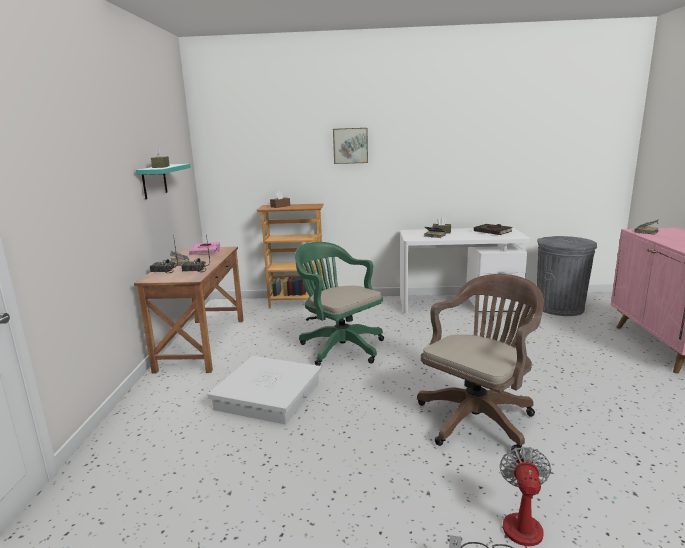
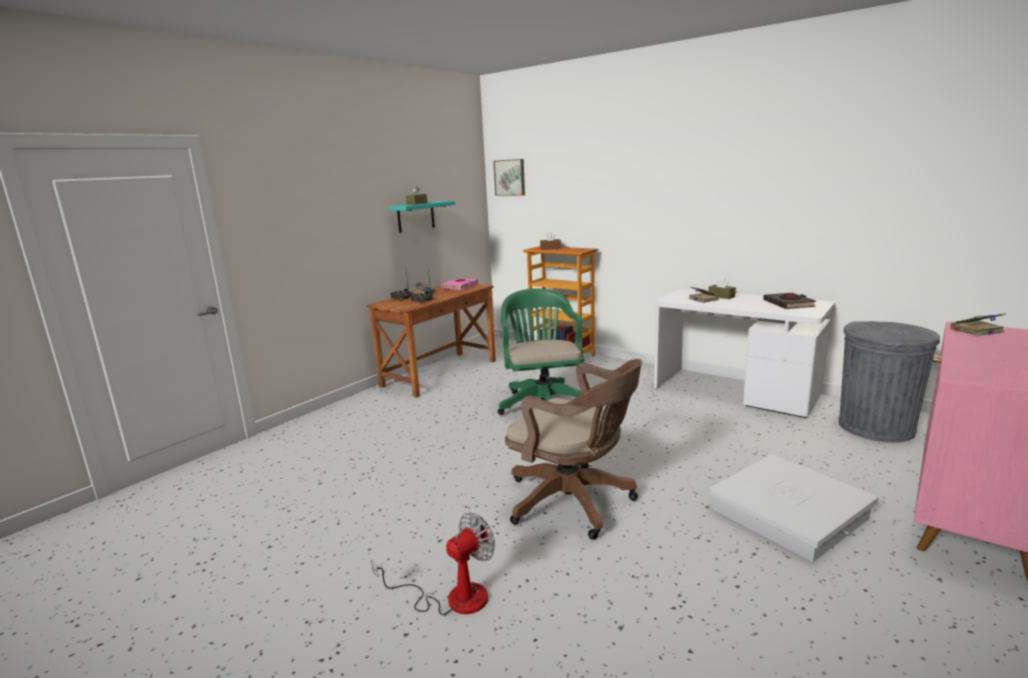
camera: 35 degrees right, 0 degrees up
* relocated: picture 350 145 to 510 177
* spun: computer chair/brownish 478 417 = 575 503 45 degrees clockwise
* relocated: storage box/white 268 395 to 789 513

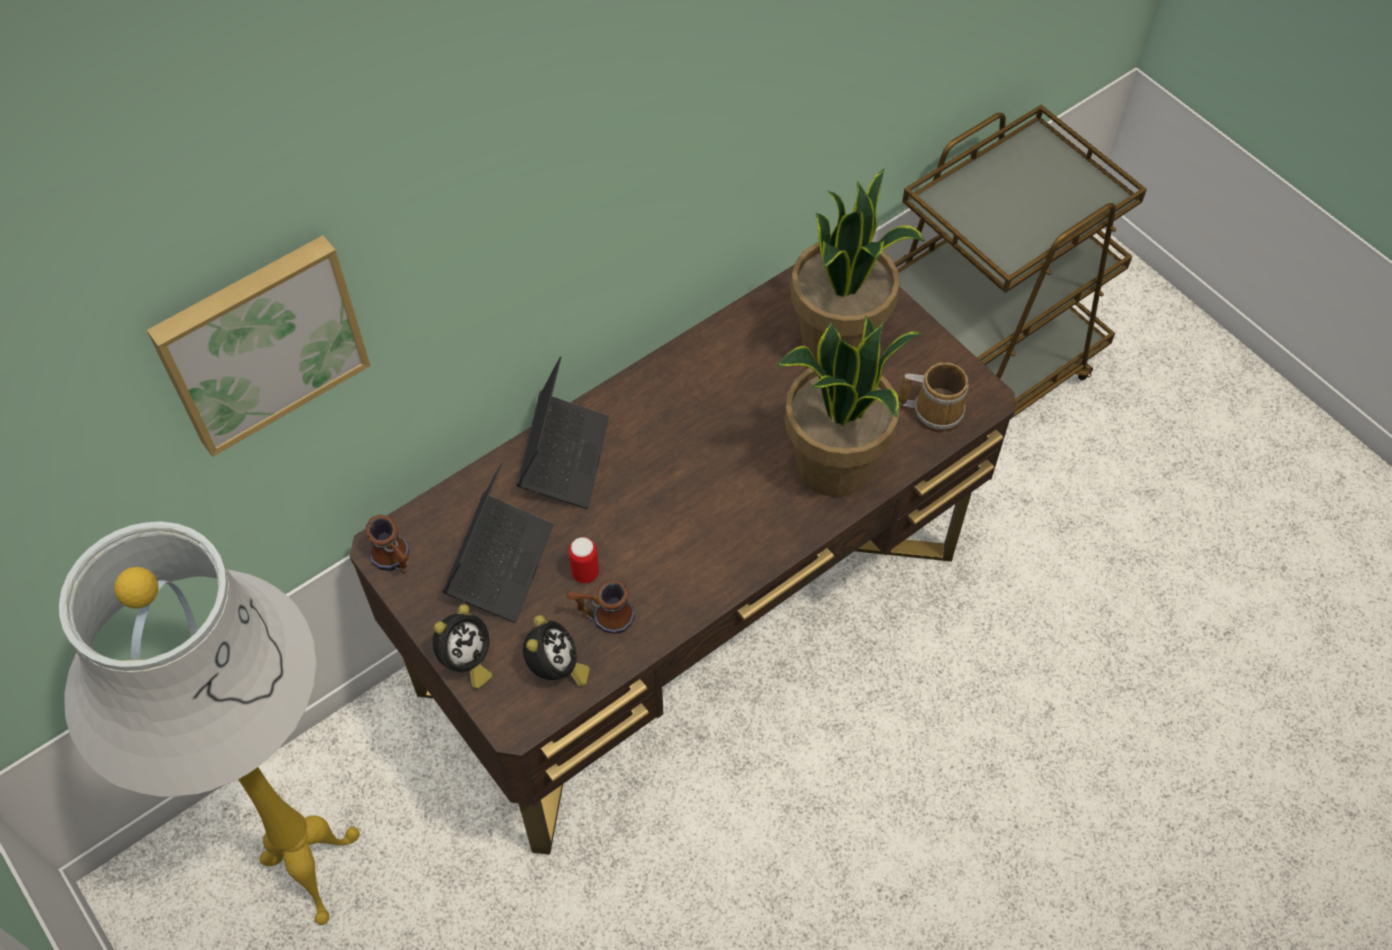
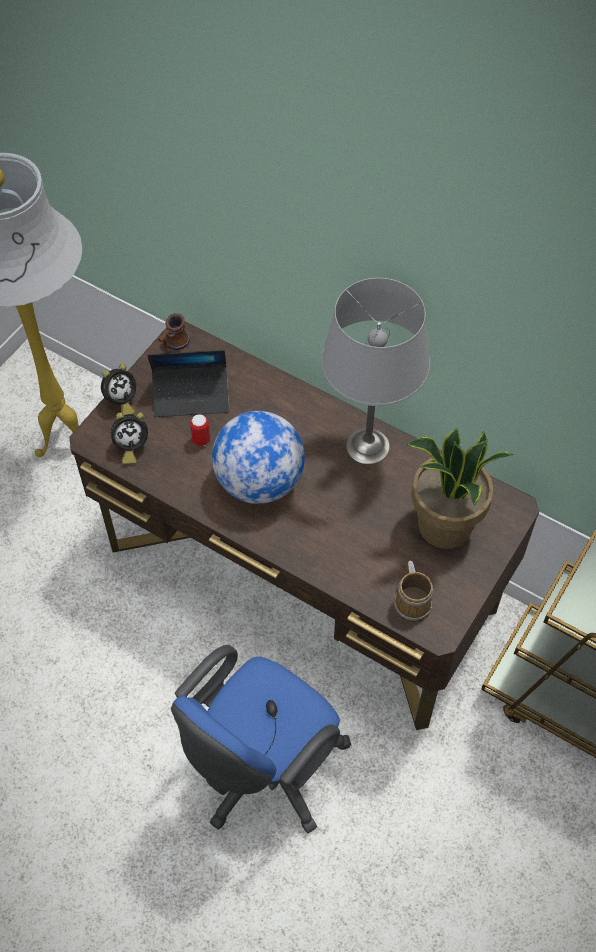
camera: 70 degrees right, 0 degrees up
* spun: alarm clock 466 661 = 121 402 60 degrees counterclockwise
* appeared: computer chair/bluish 262 770
* appeared: world globe 259 482
* appeared: tabletop lamp/greyish 367 447
* missing: picture 260 341
* missing: portable computer 564 457
* missing: tea mug 602 617
* missing: plant in a pot 834 467

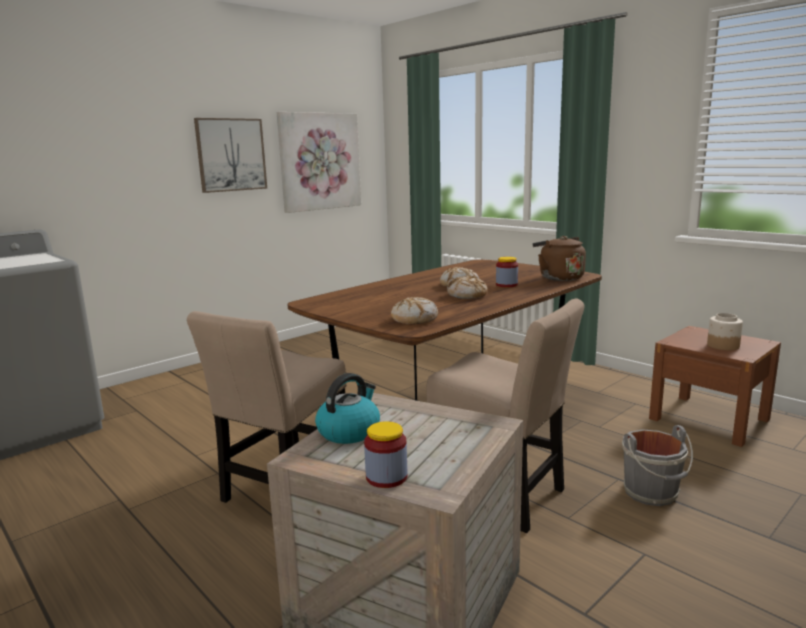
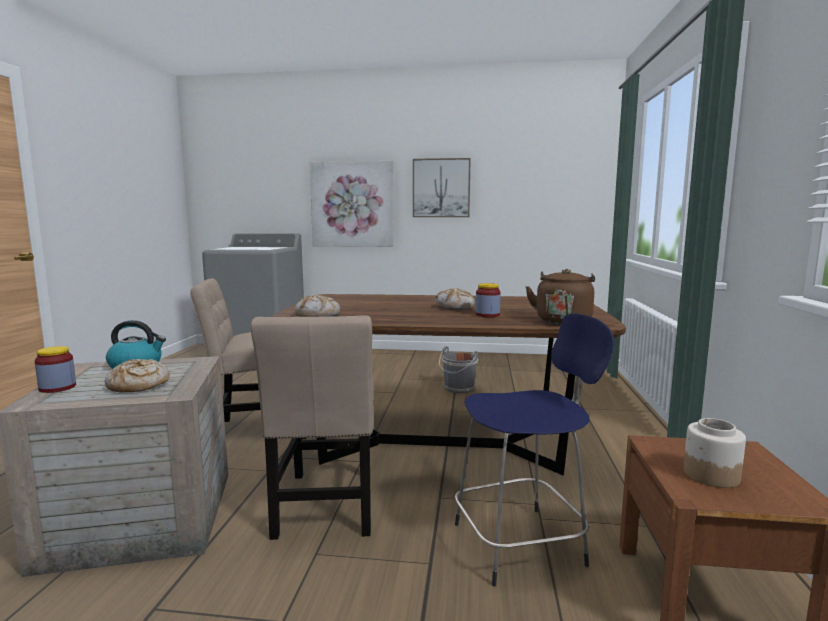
camera: 50 degrees right, 5 degrees down
* relocated: baked bread 467 295 to 138 385
* relocated: picture 320 161 to 352 204
* relocated: bucket/greyish 652 493 to 458 388
* appeared: sitting stool/bluish 522 543

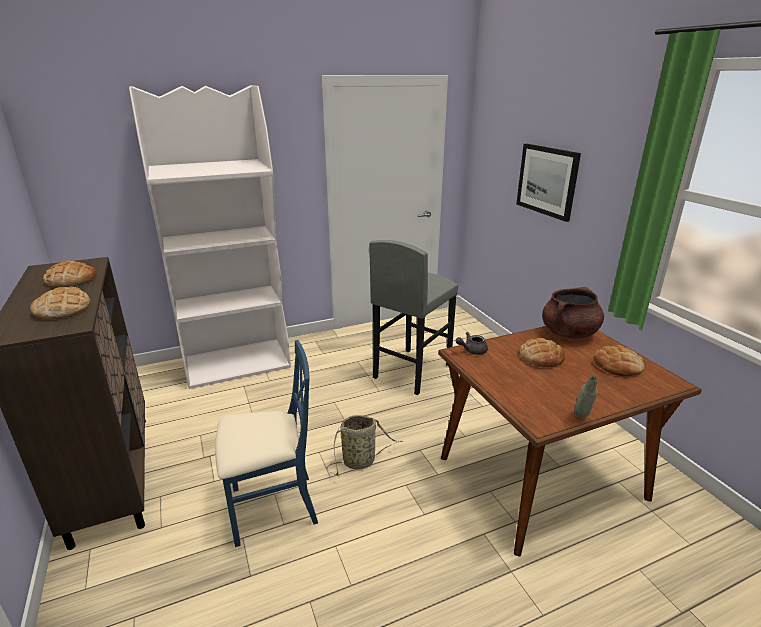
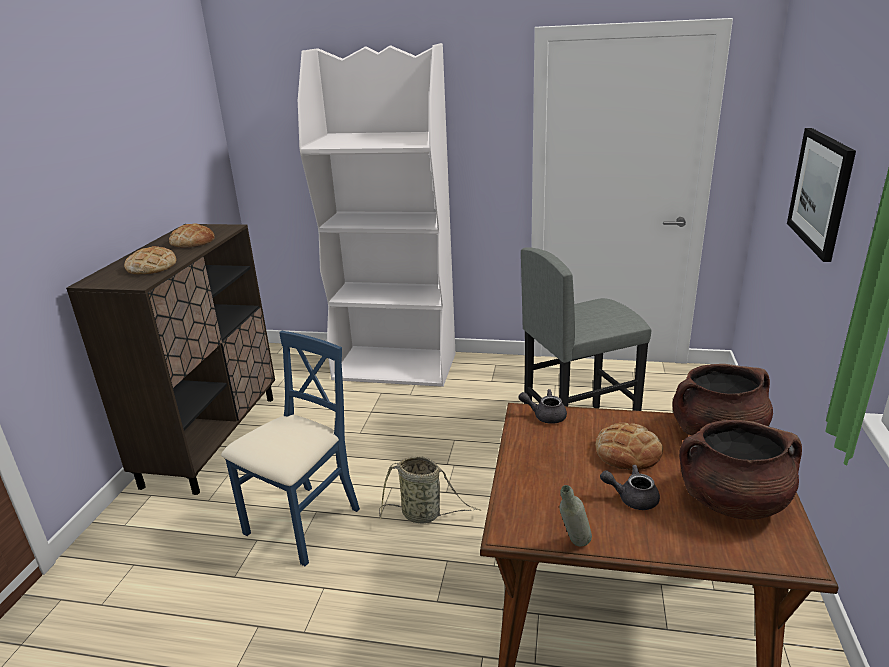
camera: 35 degrees right, 0 degrees up
* spun: plain chair/bluish 272 507 = 303 523 75 degrees counterclockwise
* appeared: tea pot/greyish 632 498
* exchanged: baked bread 617 365 to cooking pot/brownish 732 501

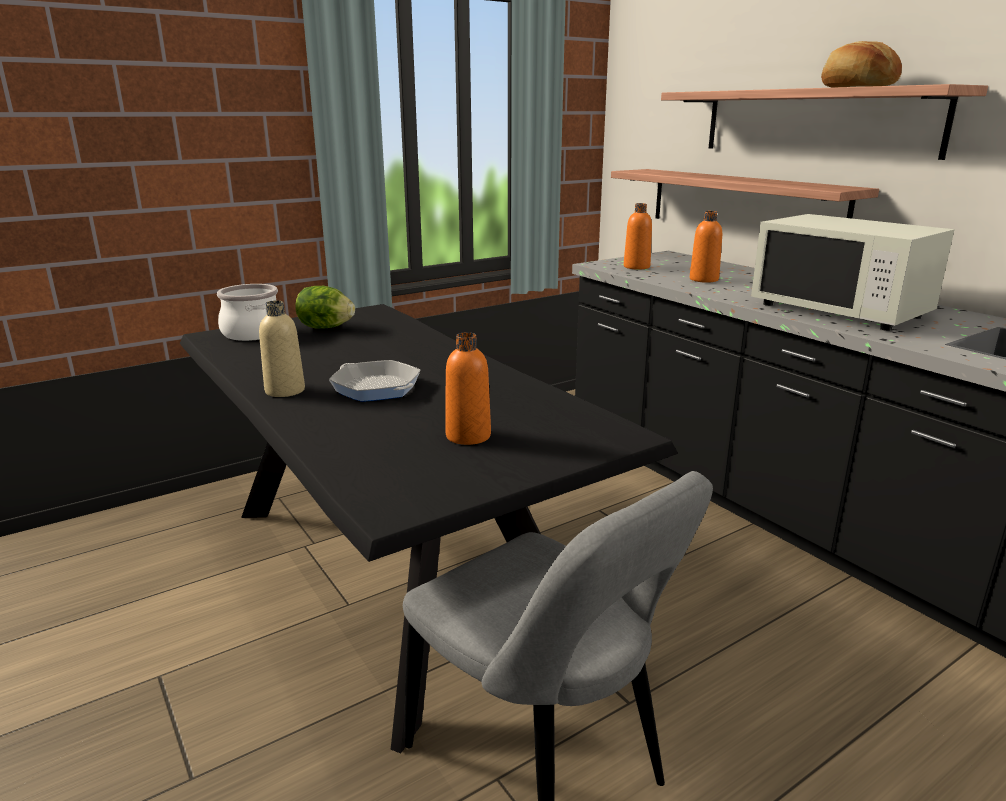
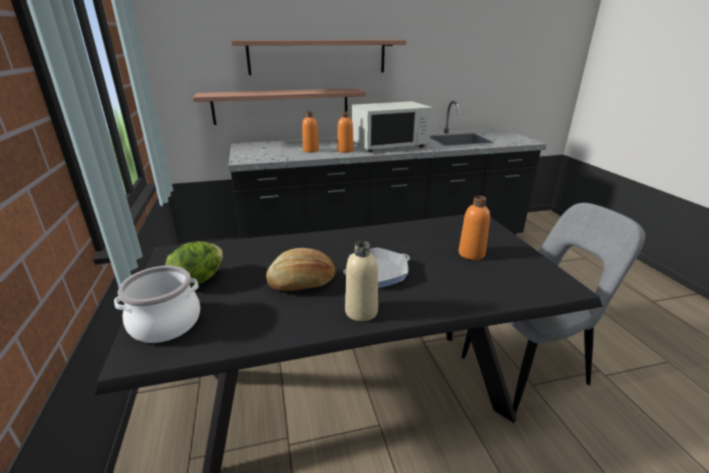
camera: 70 degrees left, 5 degrees up
* relocated: baked bread 857 87 to 302 283
* relocated: beverage bottle/orangey 636 267 to 345 150

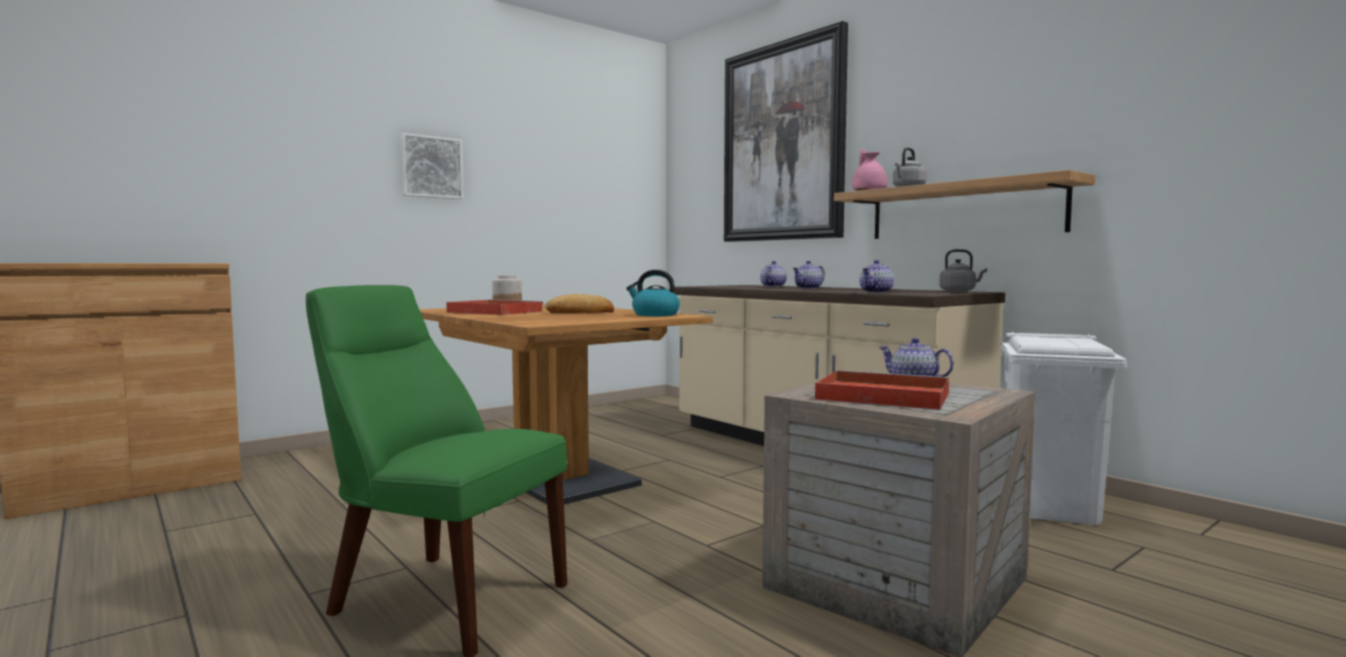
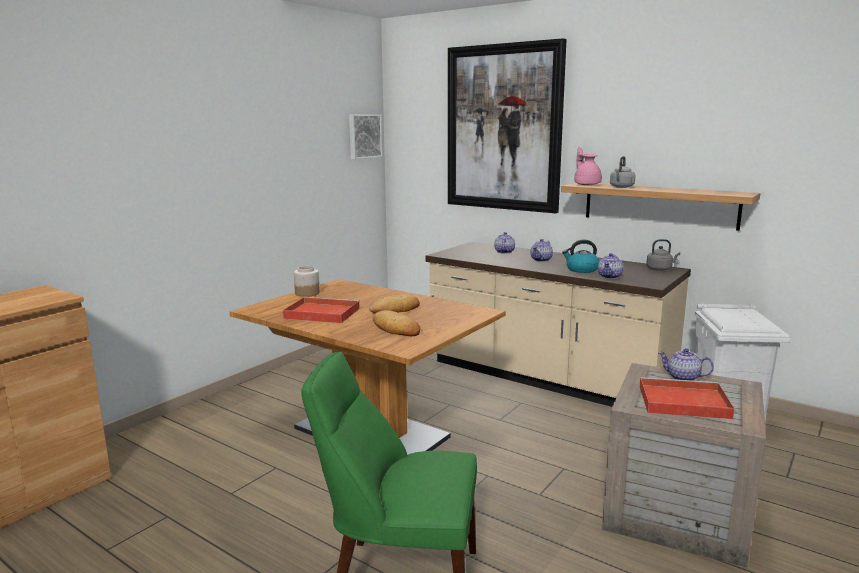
camera: 15 degrees left, 10 degrees up
* relocated: picture 431 167 to 364 136
* appeared: baked bread 395 328
* relocated: tea kettle 654 315 to 581 270

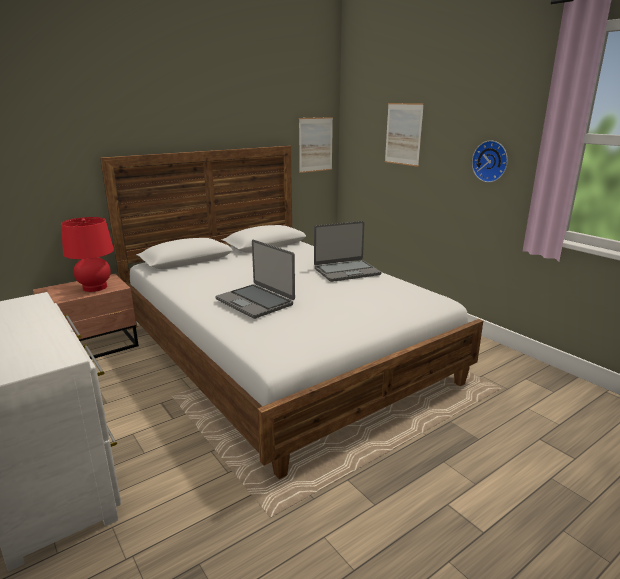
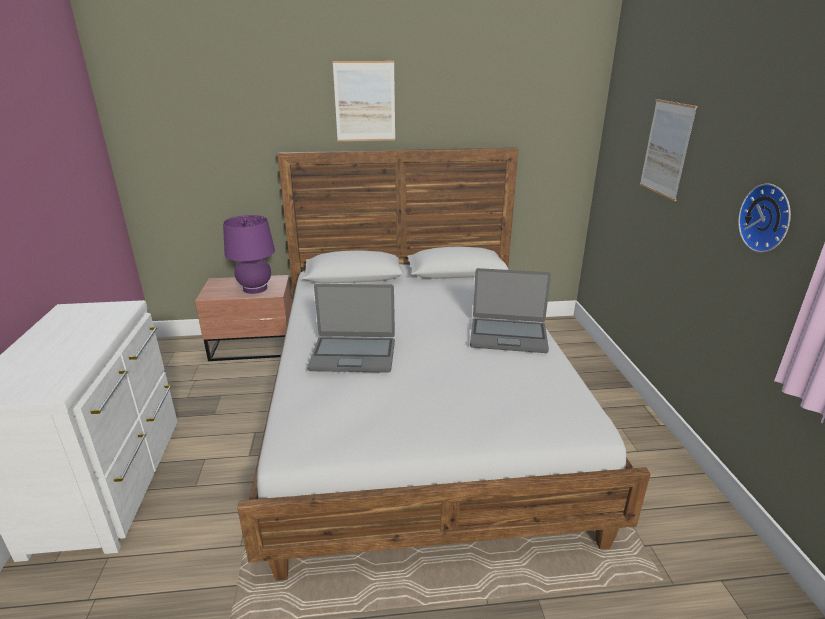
camera: 30 degrees right, 5 degrees up
* colour: tabletop lamp/red 95 287 to tabletop lamp/purplish 255 288
* spun: portable computer 255 302 = 353 355 75 degrees counterclockwise
* relocated: picture 315 144 to 365 102

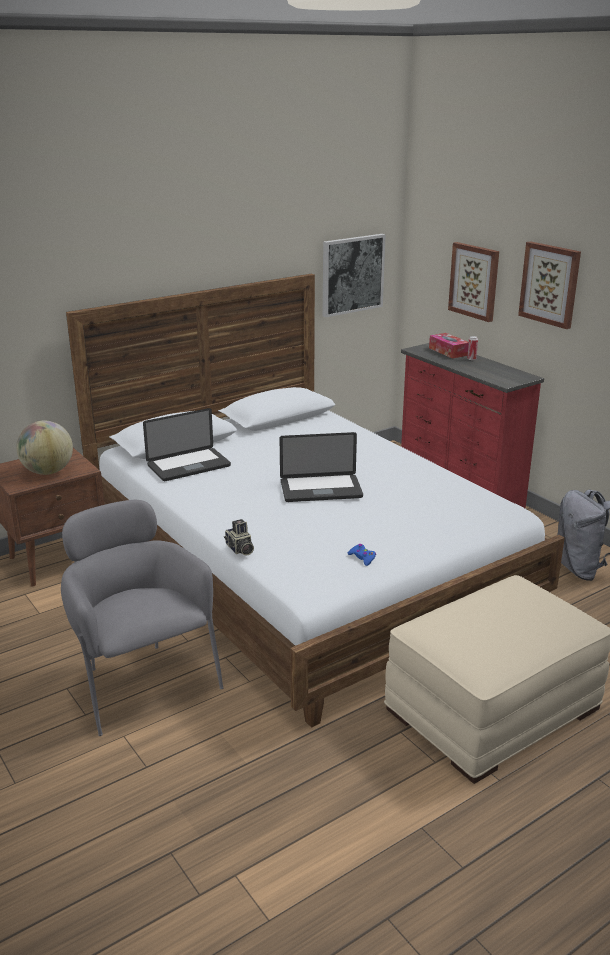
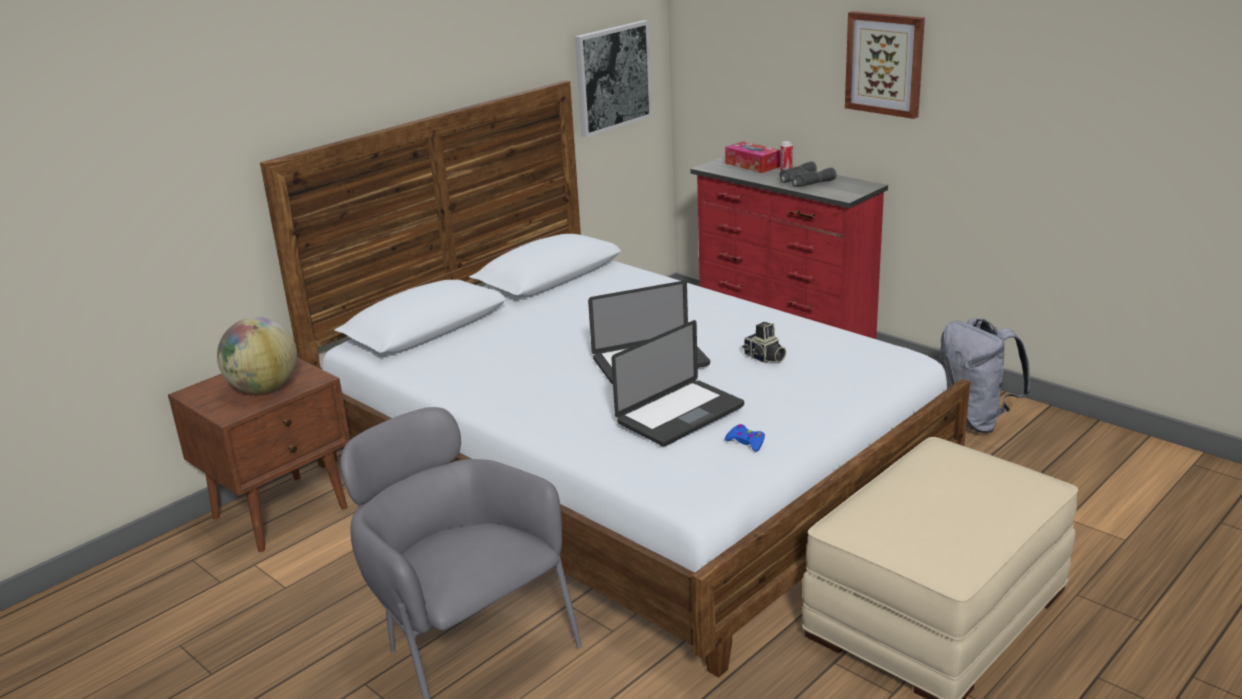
camera: 10 degrees left, 0 degrees up
* relocated: portable computer 189 466 to 680 415
* relocated: photo camera 239 549 to 764 358
* appeared: pair of binoculars/greyish 804 181
* missing: picture 474 281

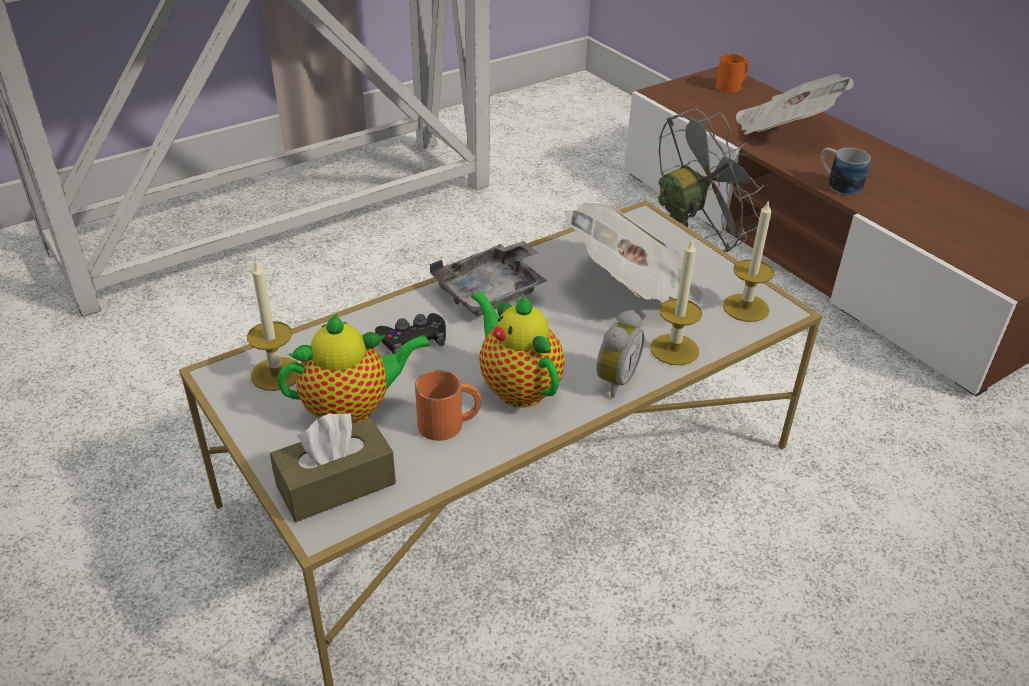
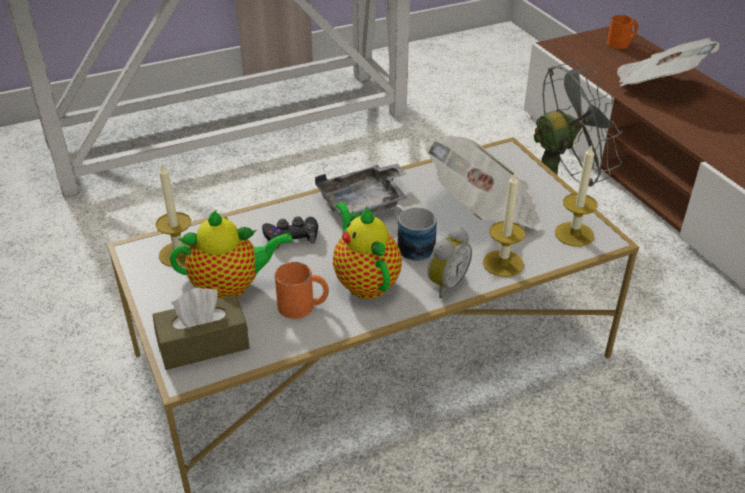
camera: 10 degrees right, 0 degrees up
* relocated: tea mug 837 184 to 410 245

